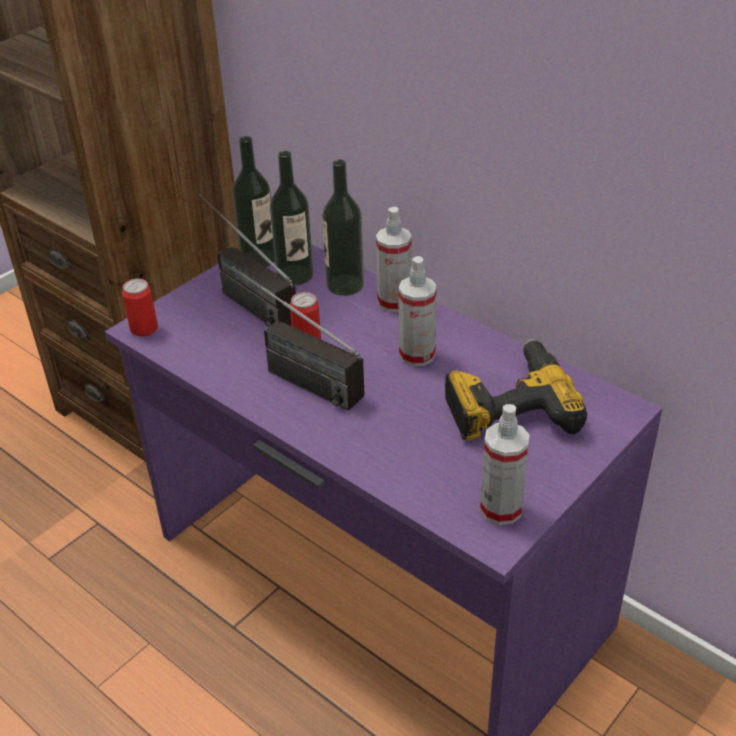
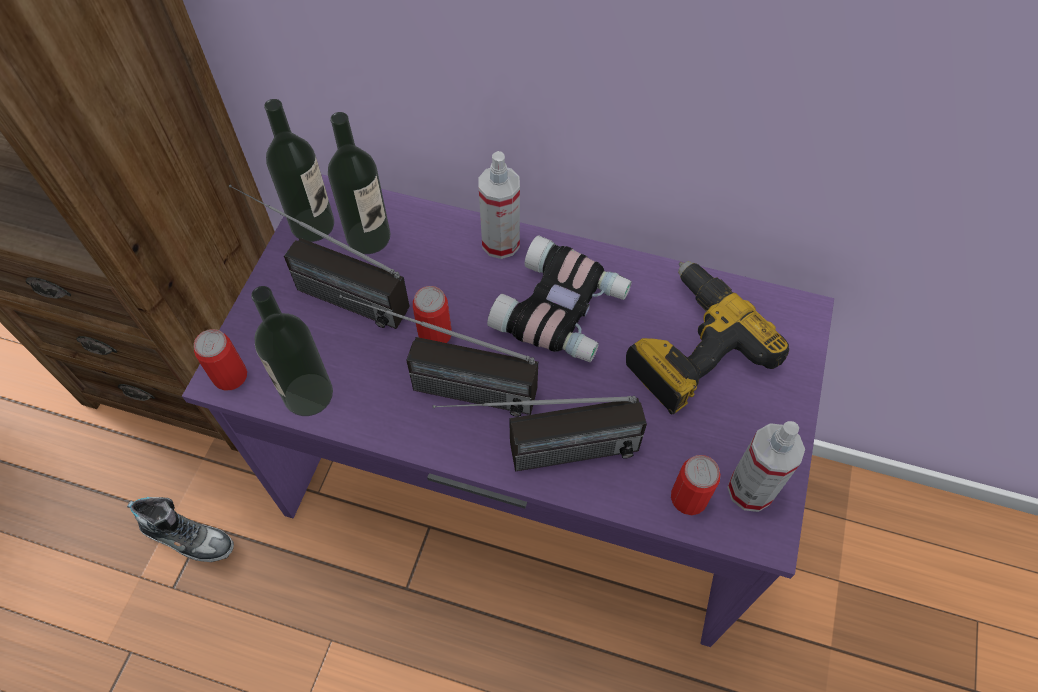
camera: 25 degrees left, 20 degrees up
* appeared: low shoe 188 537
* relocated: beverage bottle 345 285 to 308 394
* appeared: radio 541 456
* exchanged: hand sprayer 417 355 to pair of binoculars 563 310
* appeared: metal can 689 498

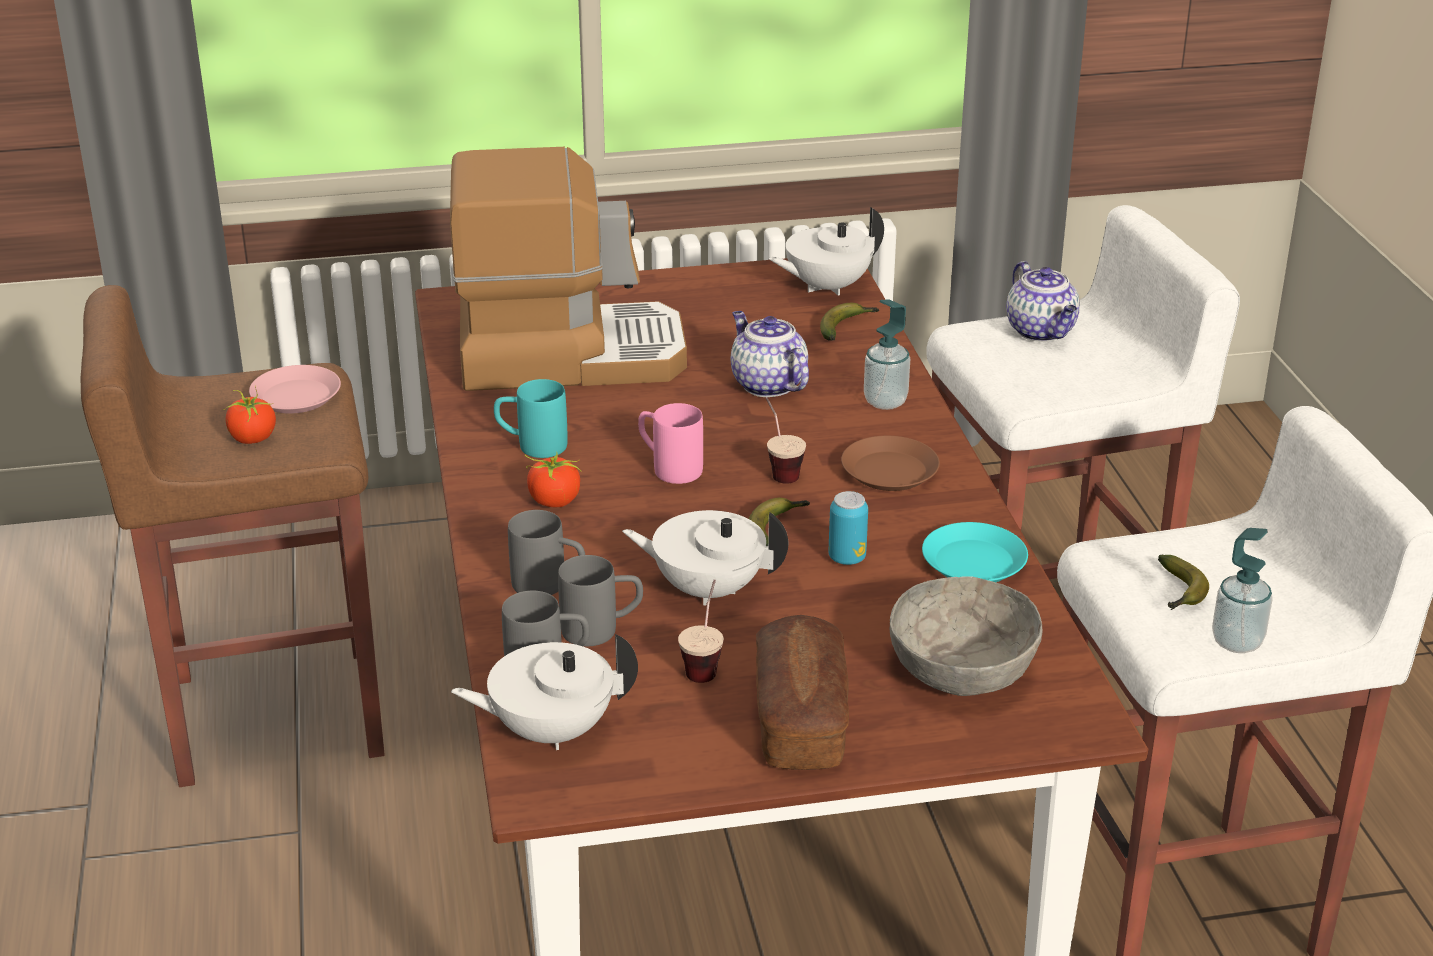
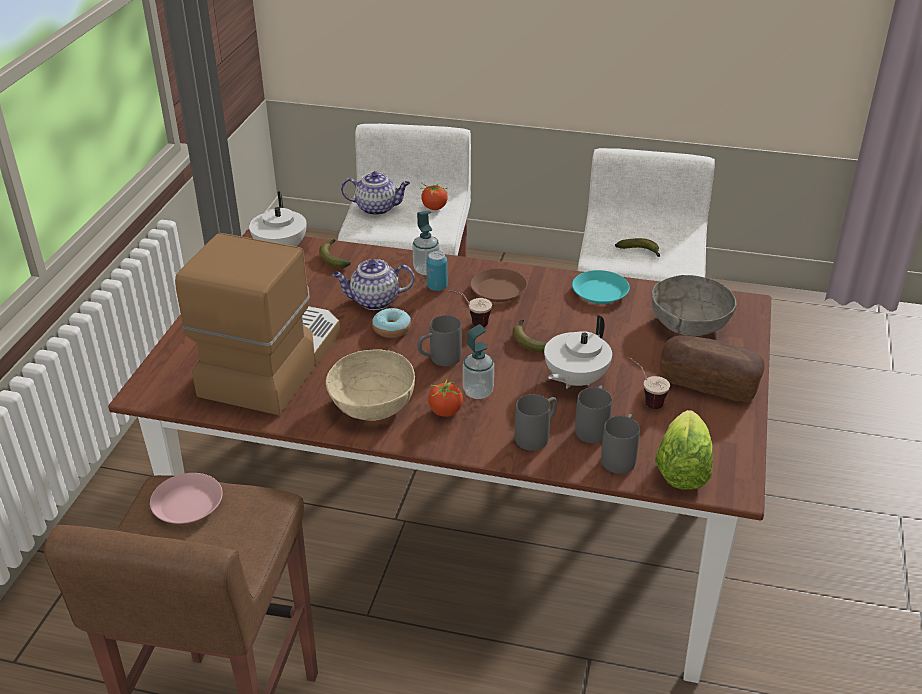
camera: 65 degrees left, 5 degrees up
* exchanged: tea mug/turquoise-coloured 531 445 to bowl/beige-coloured 372 404
* appeared: doughnut 392 329
* colour: tea mug/pink 668 467 to tea mug/greyish 439 359
* relocated: tomato 252 438 to 434 207
* relocated: metal can 847 558 to 437 287
* relocated: liquid soap bottle 1237 642 to 478 392
* exchanged: tea pot/white 550 731 to lettuce 682 470

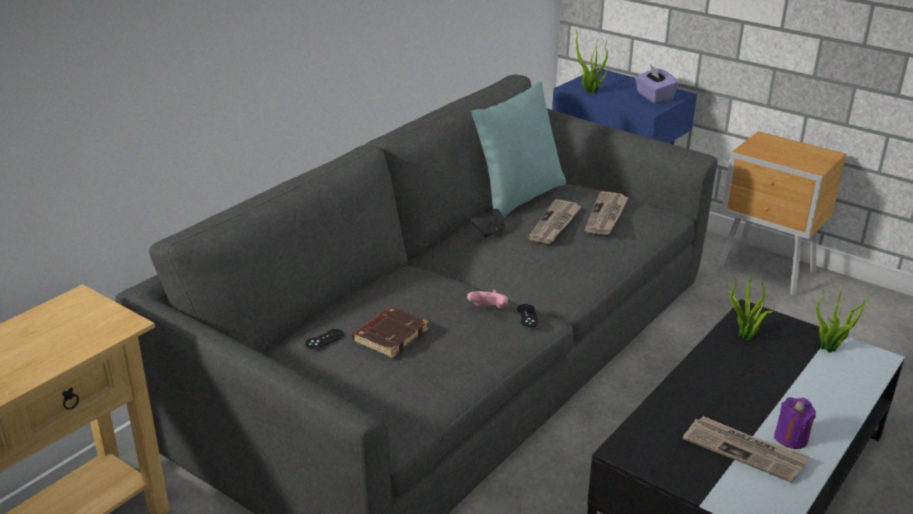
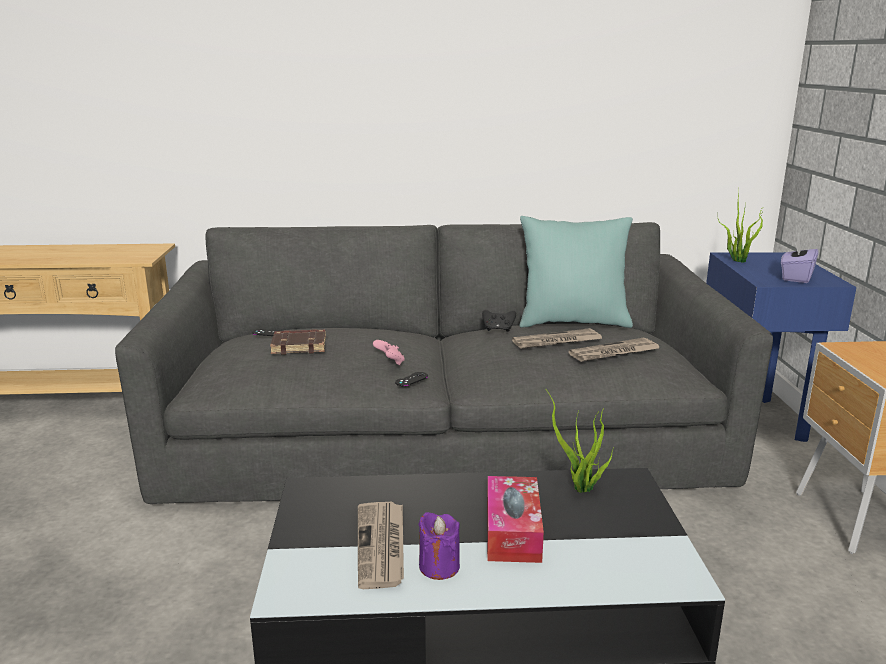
camera: 50 degrees right, 10 degrees down
* appeared: box of tissues 512 531
* missing: plant in a pot 830 349

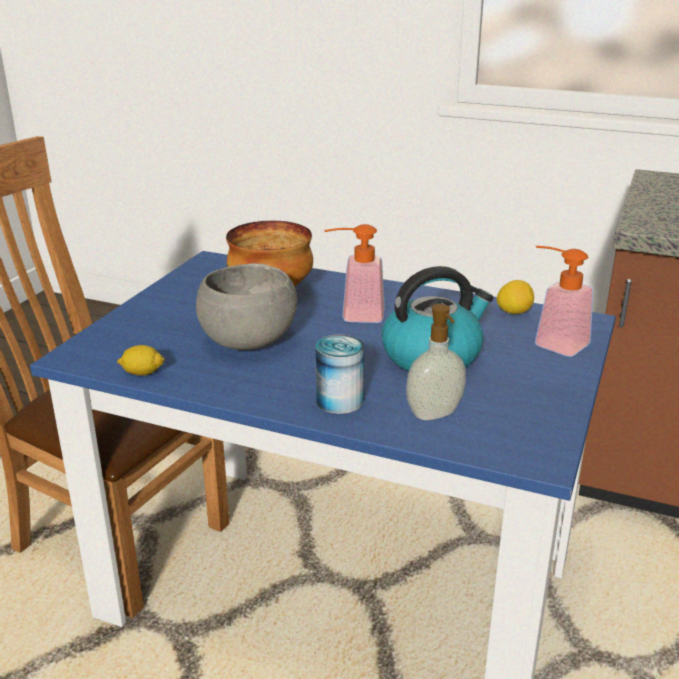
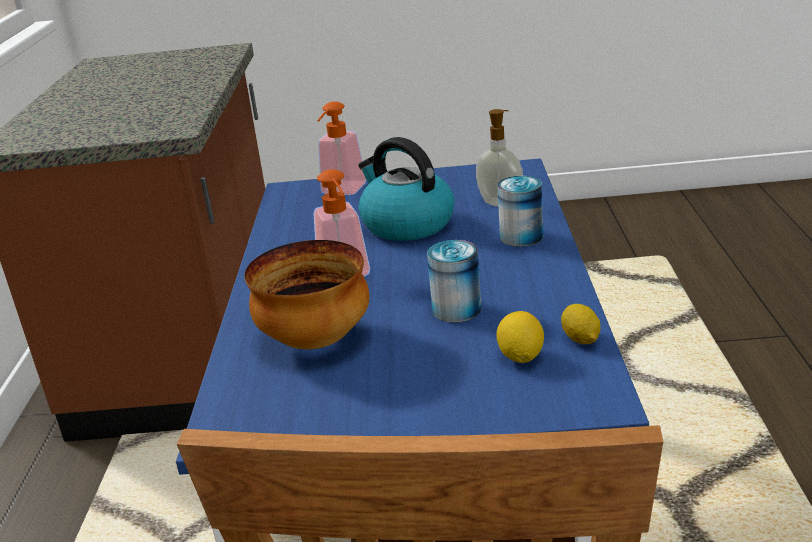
camera: 110 degrees left, 0 degrees up
* exchanged: bowl/greyish 247 341 to metal can 456 309
* relocated: citrus fruit 514 312 to 521 357

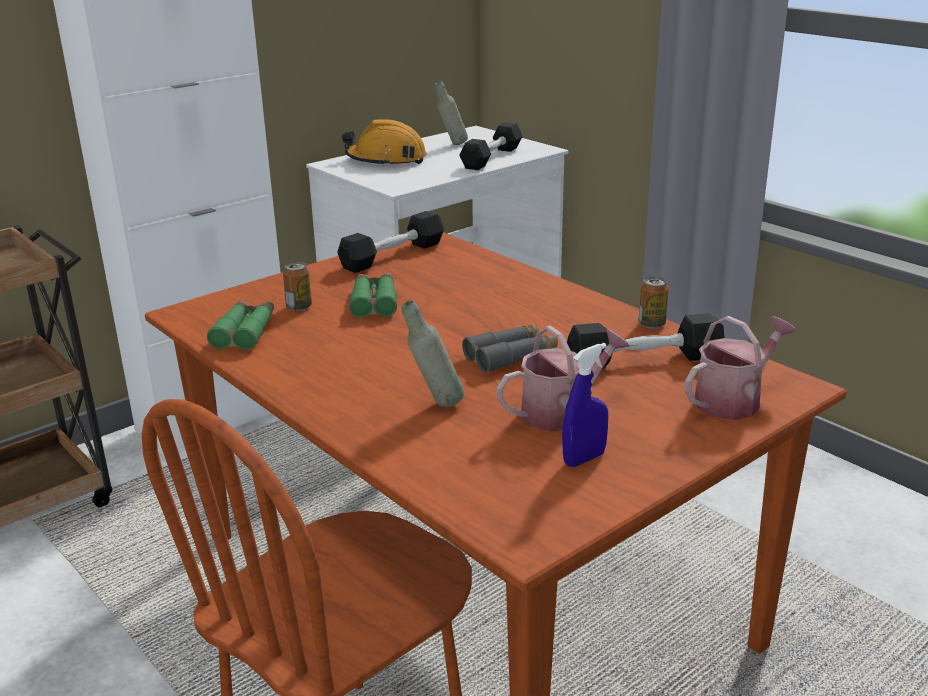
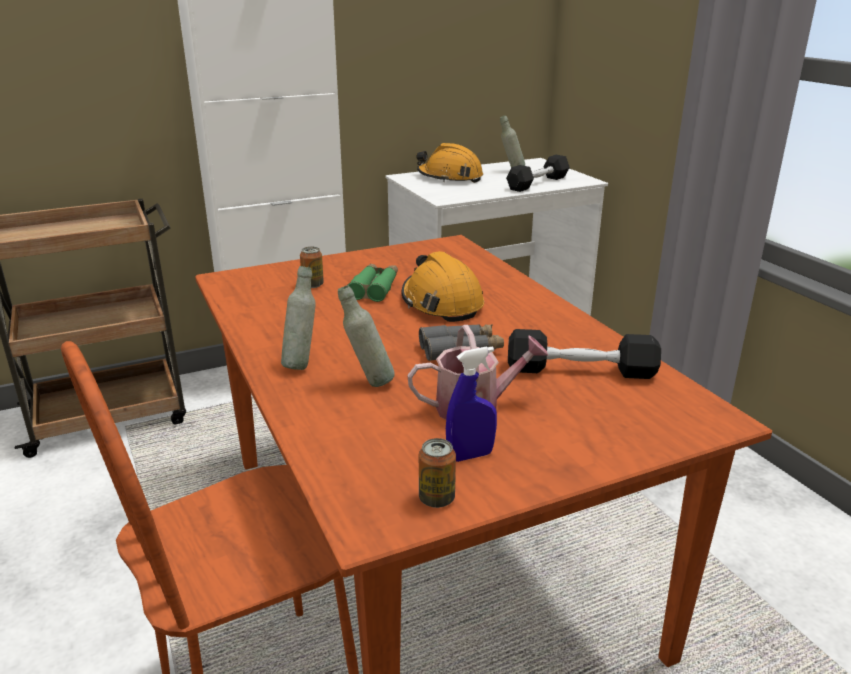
camera: 15 degrees right, 0 degrees up
* appeared: beverage bottle/greyish 301 364
* appeared: safety helmet/orangey 441 302
* relocated: metal can 652 324 to 436 499
* missing: pair of binoculars/green 245 332
* missing: hand weight/black 393 255
* missing: watering can 733 400

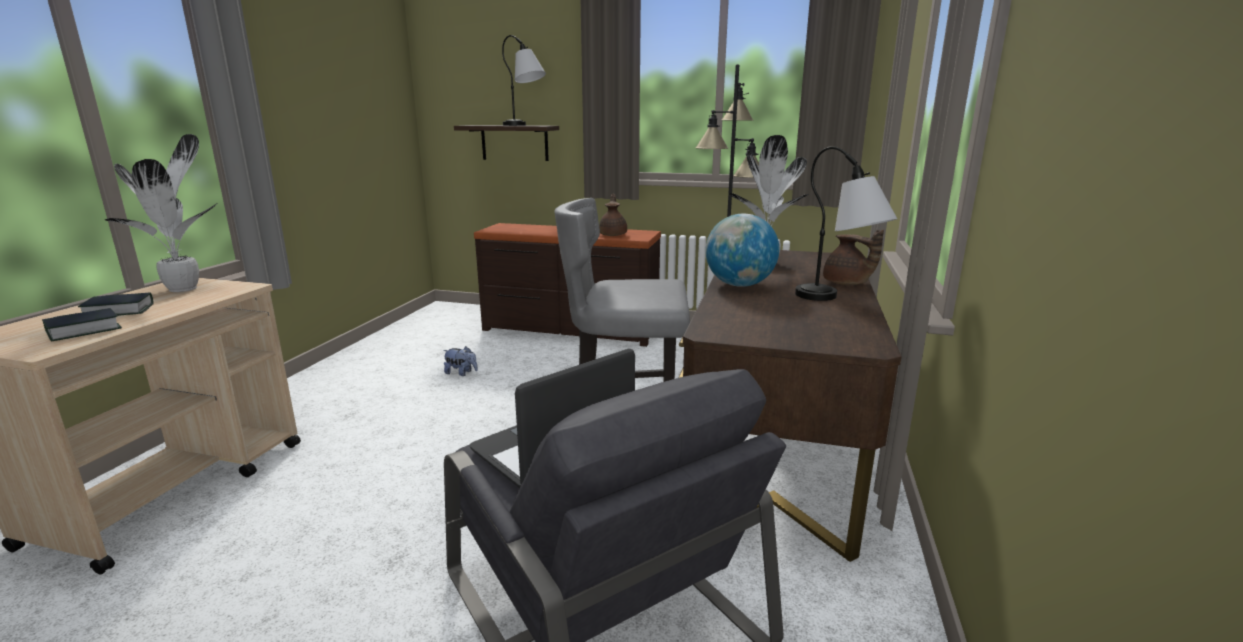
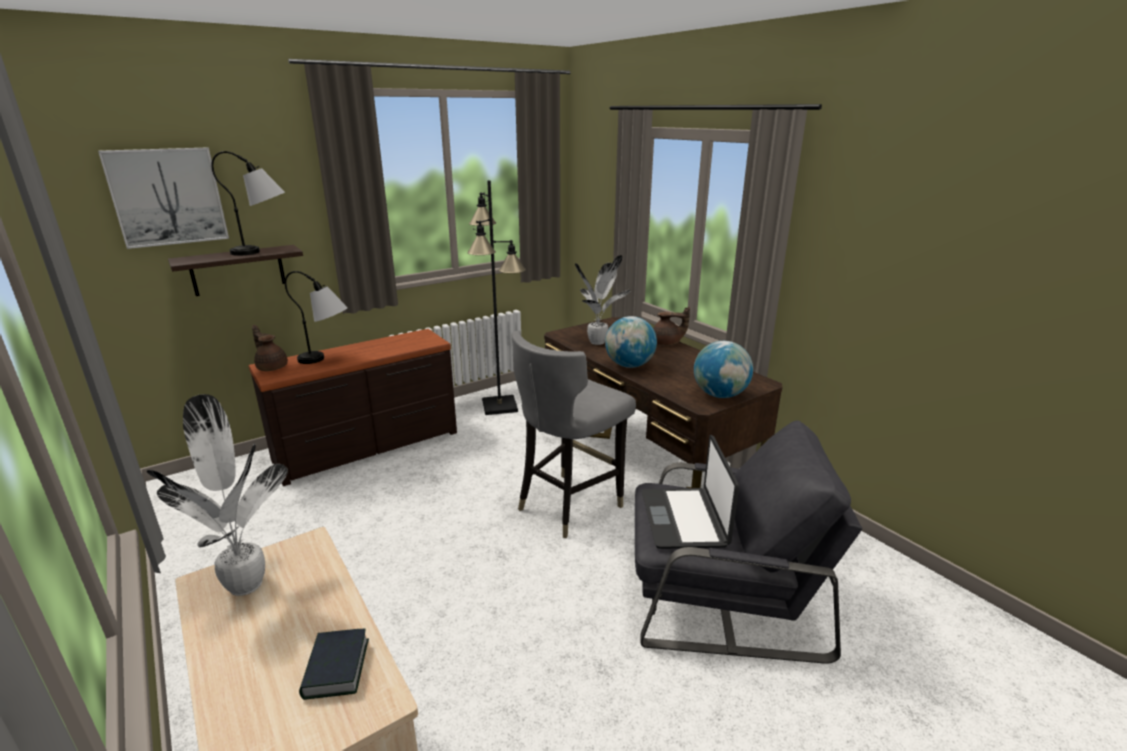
camera: 50 degrees left, 5 degrees up
* appeared: picture 167 197
* relocated: tea pot/brownish 613 234 to 272 367
* relocated: tabletop lamp 838 301 to 327 360
* appeared: world globe 720 395
* missing: volume 119 311
* missing: soft toy 461 373

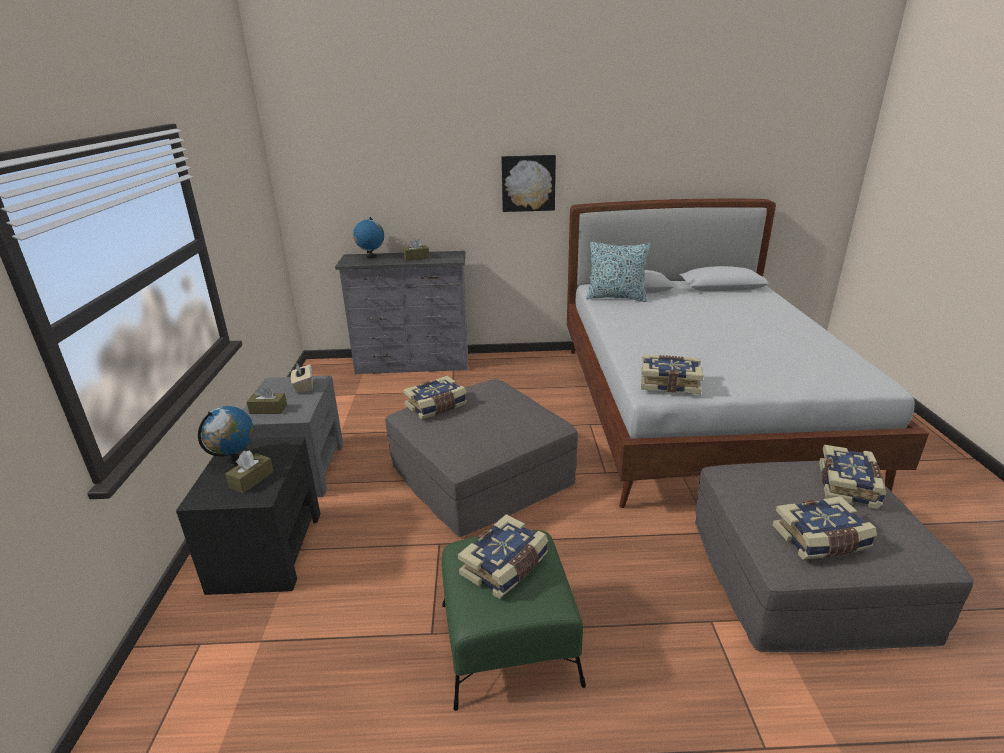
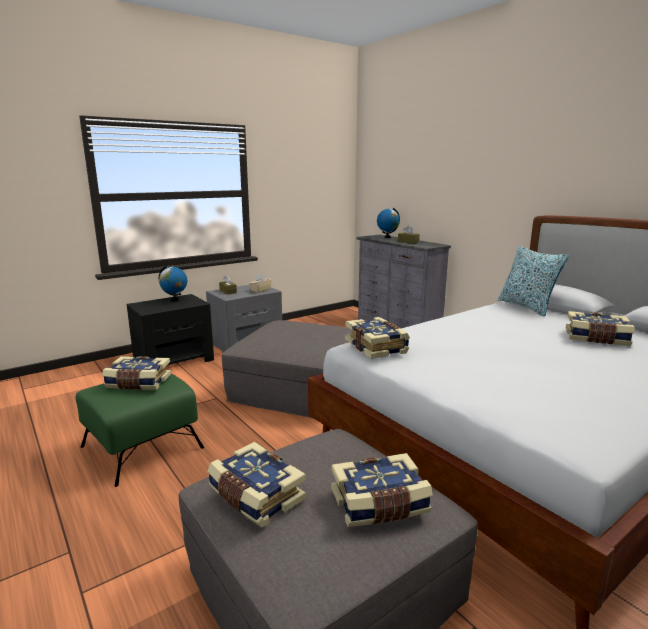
camera: 55 degrees right, 10 degrees down
* relocated: volume 436 406 to 596 338
* missing: box of tissues/brownish 251 479
* missing: picture 528 183

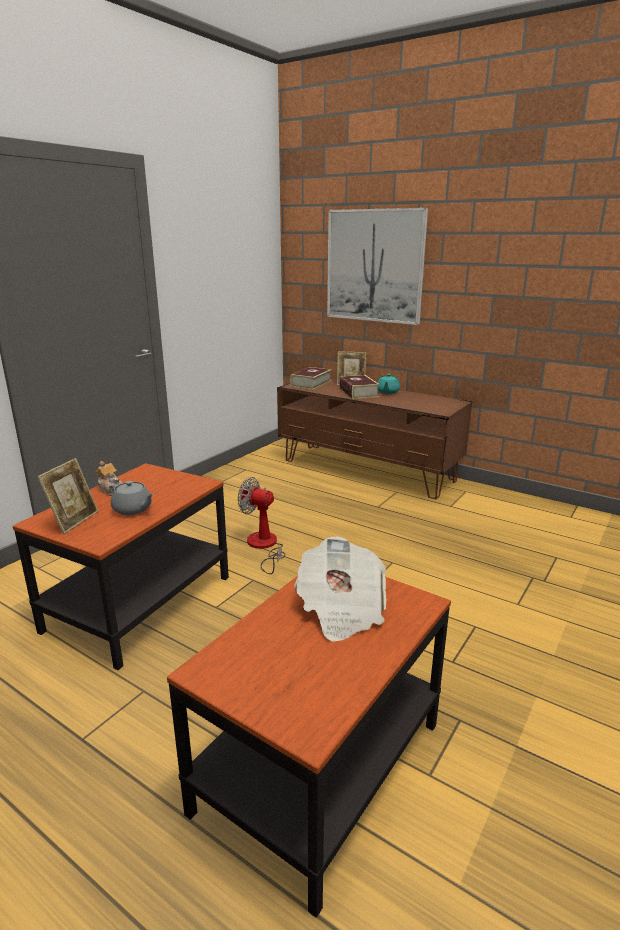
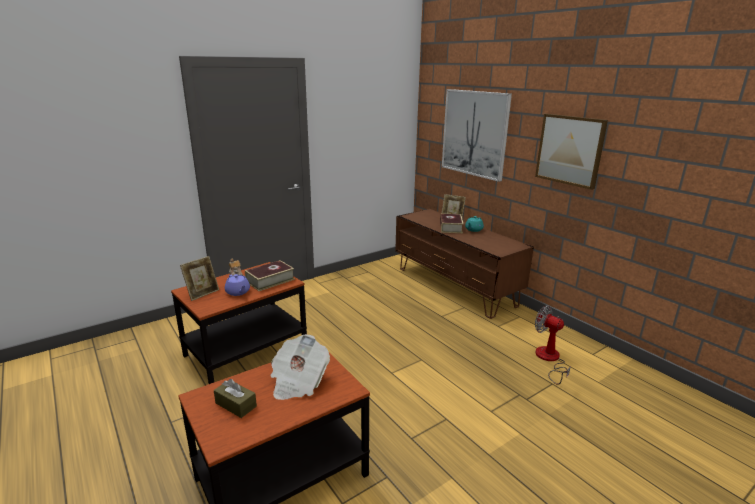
camera: 20 degrees right, 0 degrees up
* appeared: box of tissues/brownish 236 405
* colour: tea pot/greyish 133 509 to tea pot/purplish 238 292
* relocated: volume 311 383 to 270 280
* appeared: picture 570 150
* relocated: electric fan 264 547 to 549 360

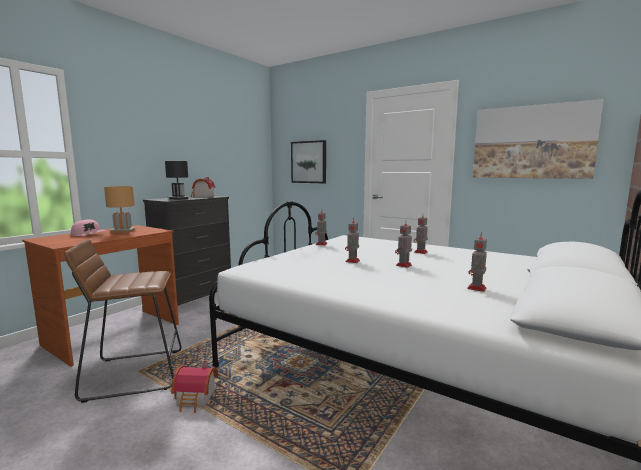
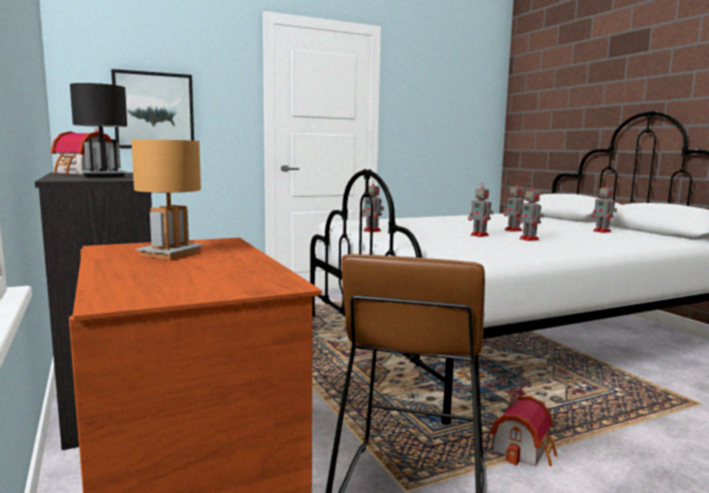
camera: 60 degrees left, 0 degrees up
* relocated: robot figure 420 252 to 529 239
* missing: cap/pink 89 234
* missing: picture 532 142

